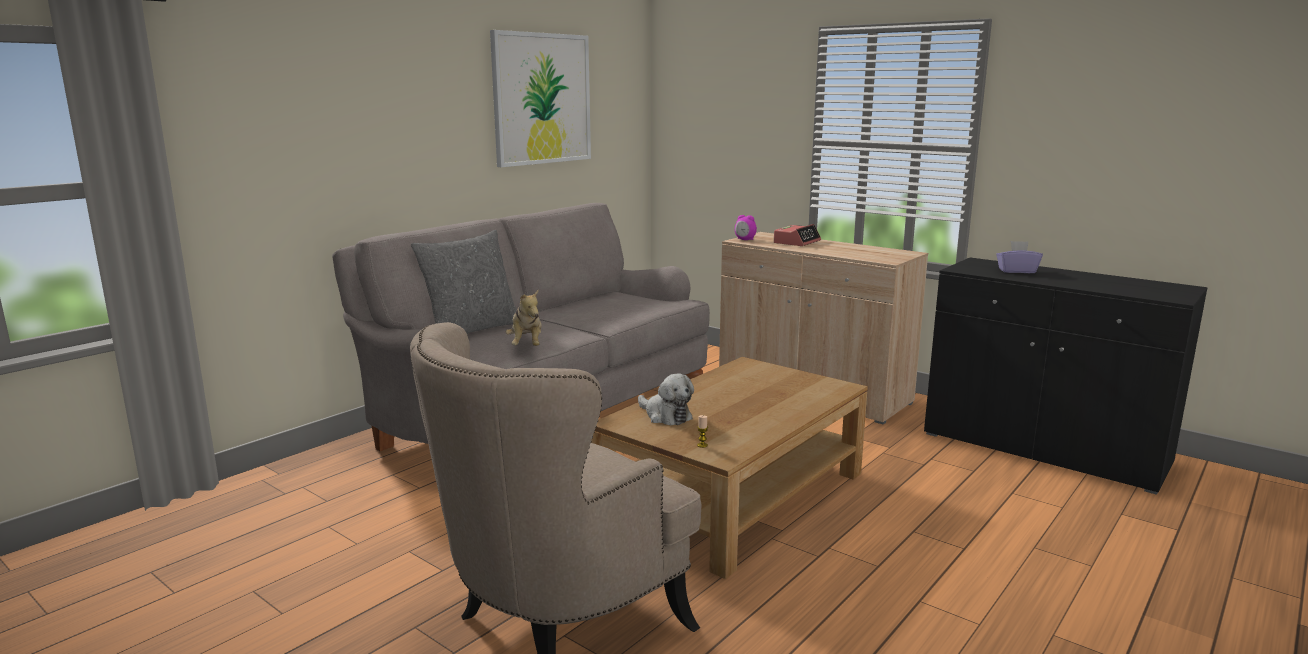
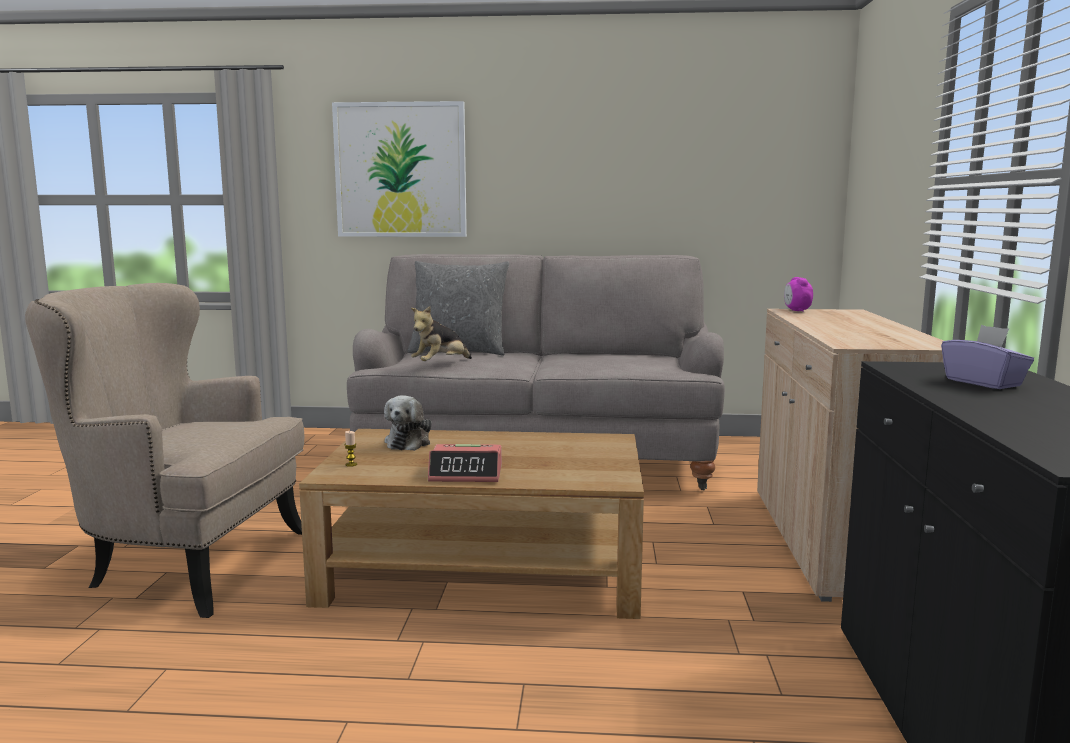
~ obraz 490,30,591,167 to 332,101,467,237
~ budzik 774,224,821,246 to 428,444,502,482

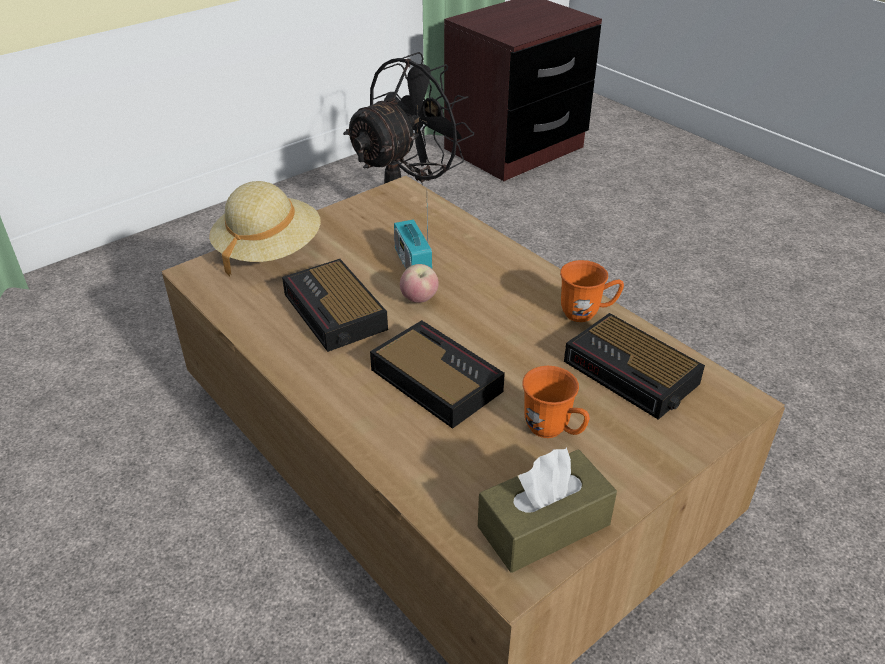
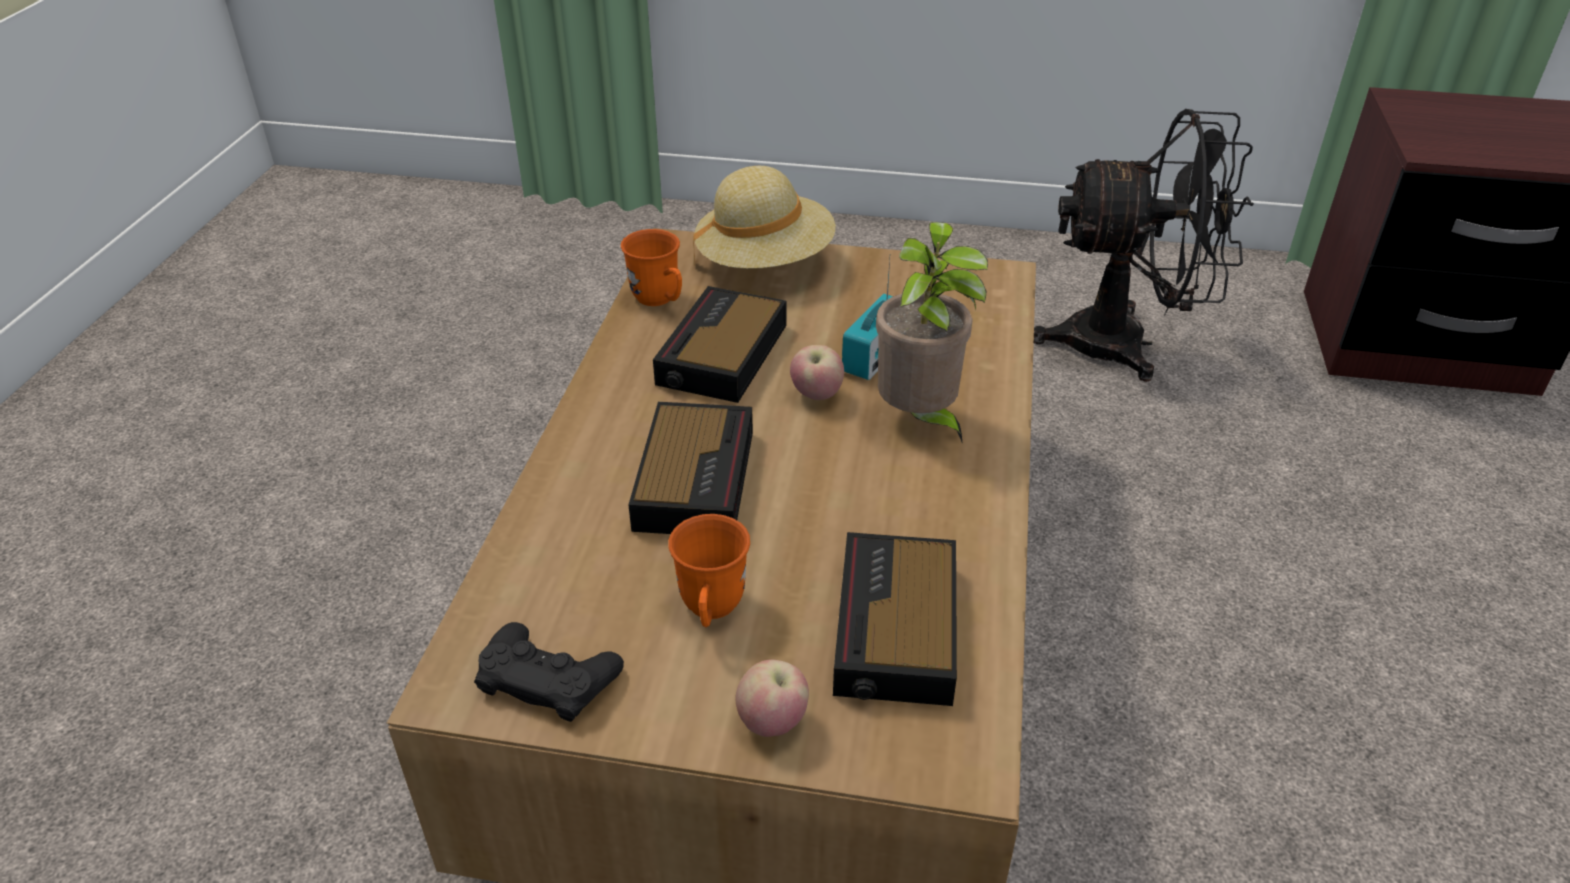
~ kubek (pomarańczowy) 560,260,624,322 to 621,229,682,306
~ pudełko chusteczek (brązowy) 478,447,617,573 to pad do gier (czarny) 474,622,624,722
+ roślina doniczkowa 876,222,988,444
+ jabłko 735,660,809,737

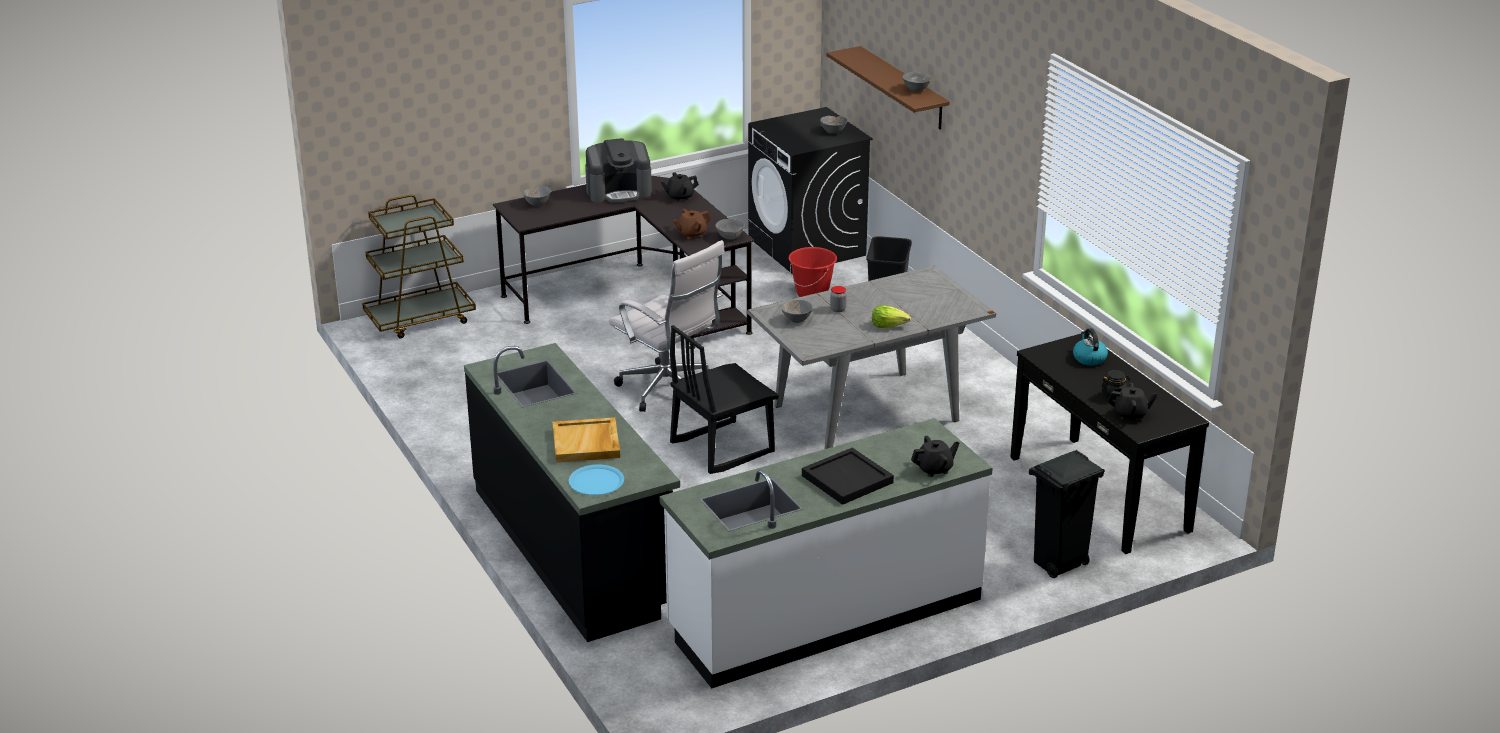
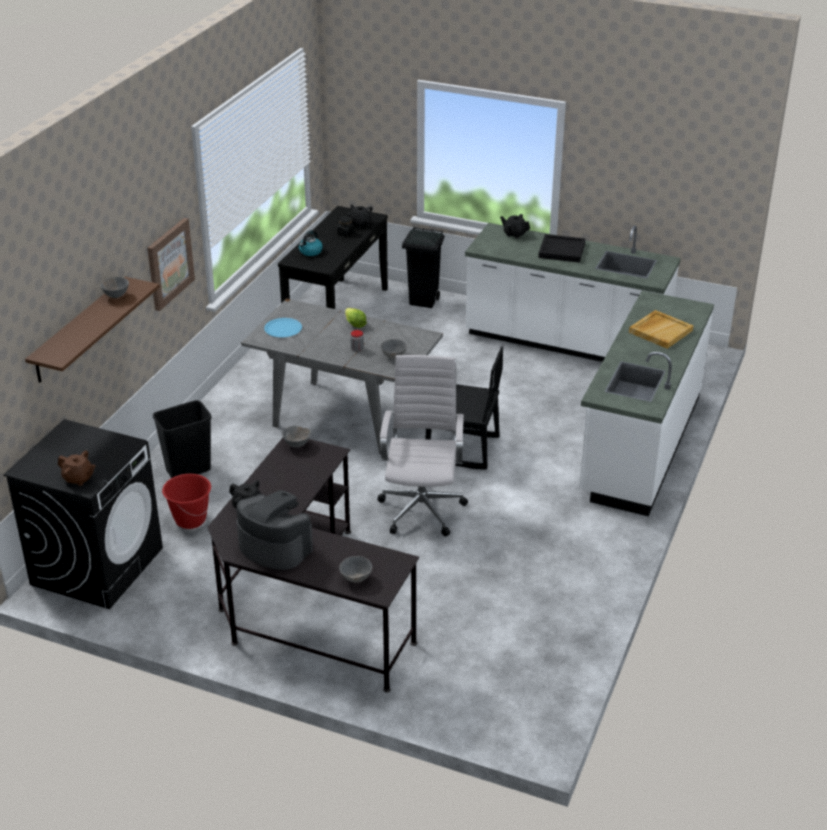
- miska (szary) 820,116,848,134
- wózek (brązowy) 362,195,476,338
~ imbryk (brązowy) 673,209,711,239 to 58,451,96,486
~ zabudowa kuchenna (czarny) 464,343,680,642 to zabudowa kuchenna (biały) 579,291,714,517
~ talerz (niebieski) 569,465,624,495 to 264,318,302,337
+ obraz 147,218,195,311

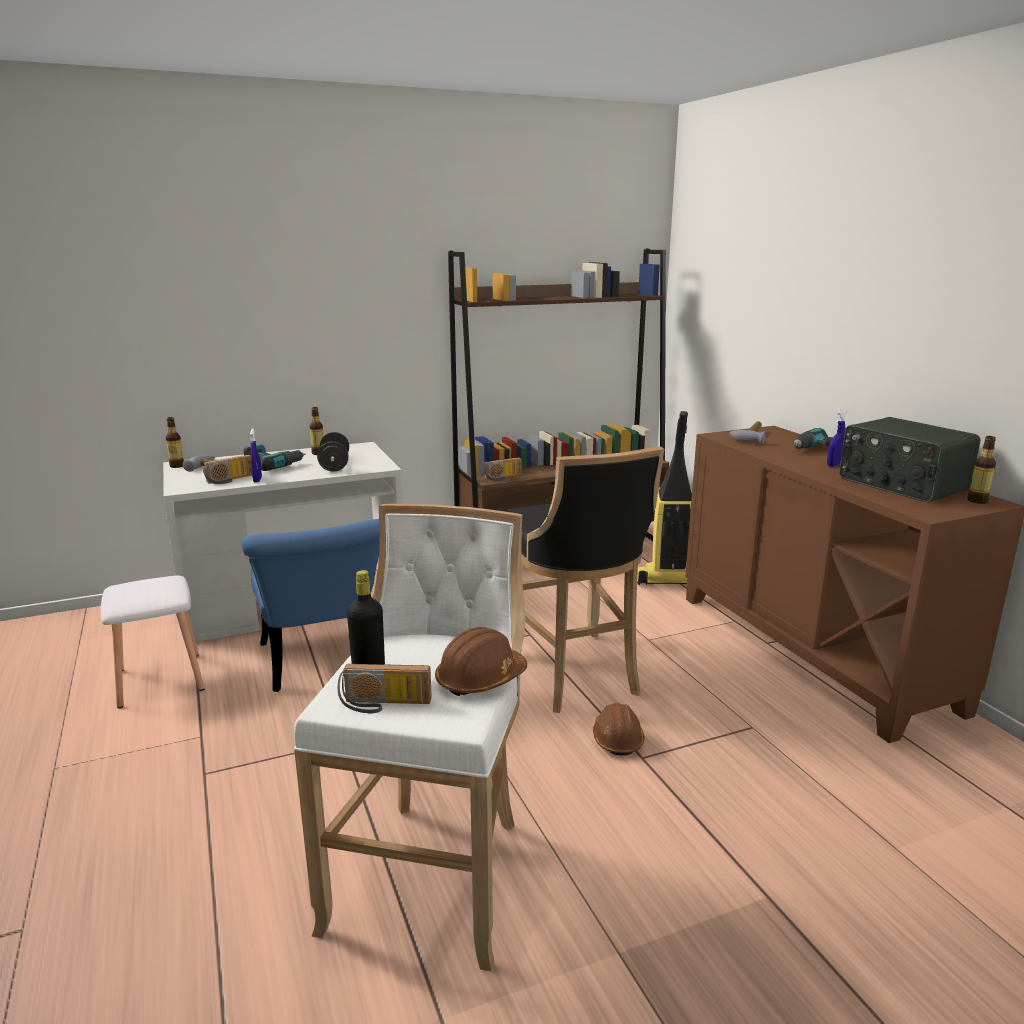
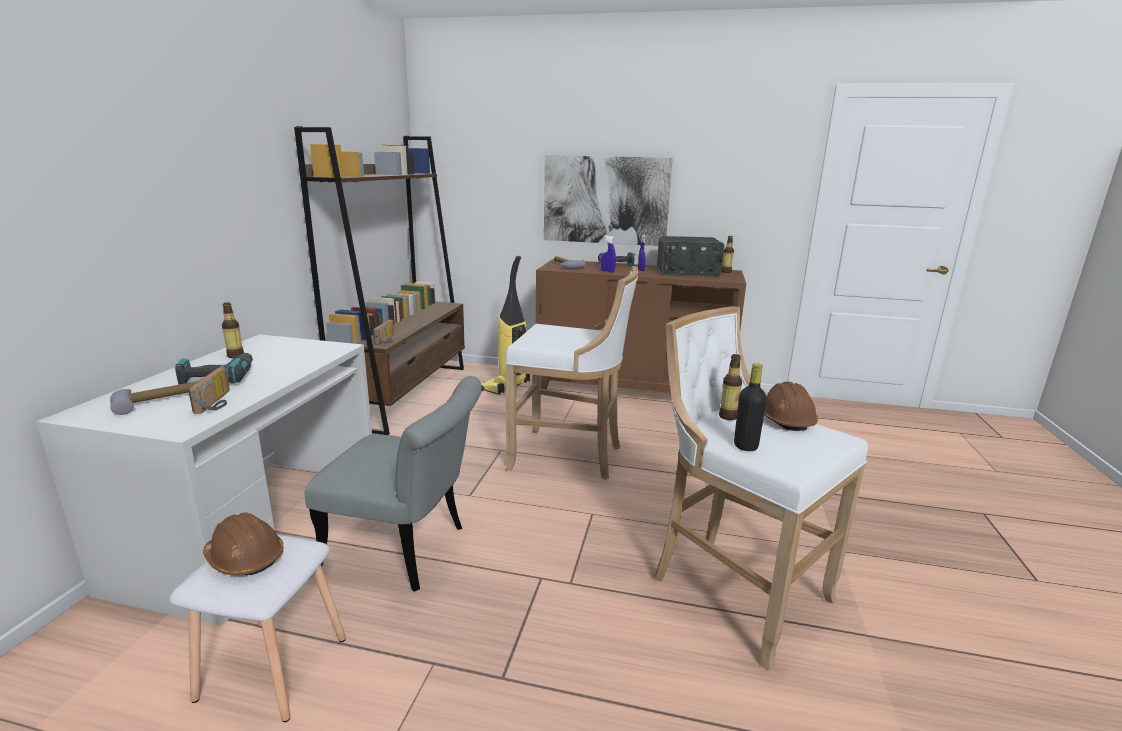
~ butelka 166,417,184,468 to 719,354,742,420
~ spryskiwacz (niebieski) 250,428,262,482 to 601,235,616,272
- hantel (czarny) 317,432,349,472
~ stołek (czarny) 500,446,665,713 to stołek (biały) 505,266,638,480
~ krzesło (niebieski) 241,519,380,692 to krzesło (szary) 305,376,482,592
- radio 337,664,432,713
~ kask (brązowy) 593,703,645,756 to 203,513,283,576
+ obraz 544,155,673,246

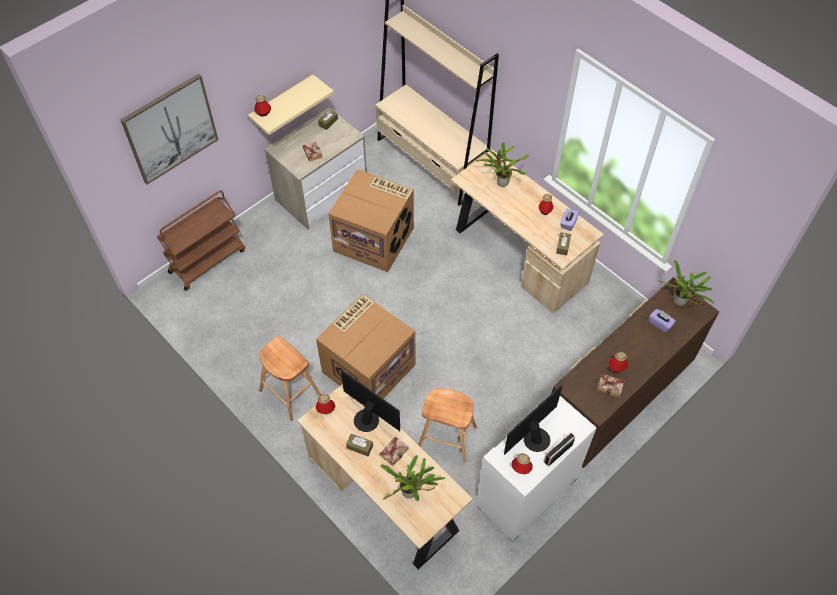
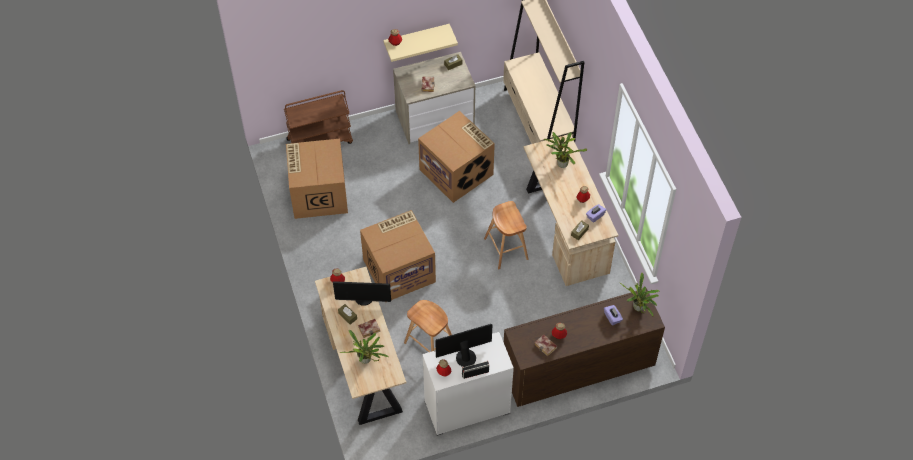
- obraz 121,74,218,184
~ stołek (brązowy) 259,336,321,421 to 484,201,529,269
~ monitor 341,371,400,432 = 333,281,391,306 120 degrees clockwise
+ karton 286,139,348,219

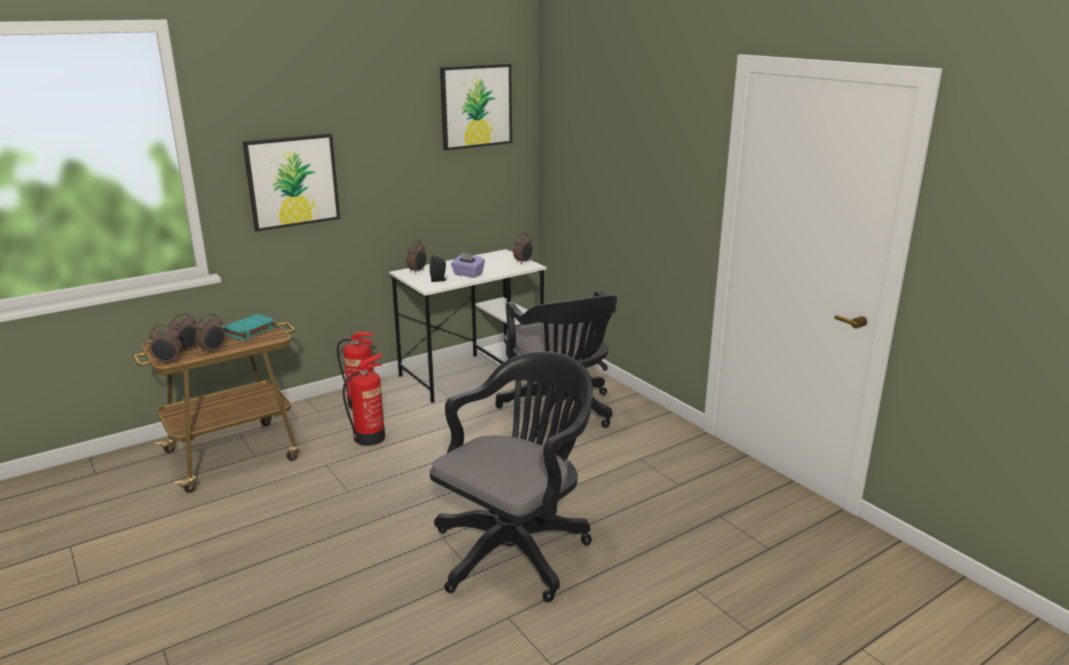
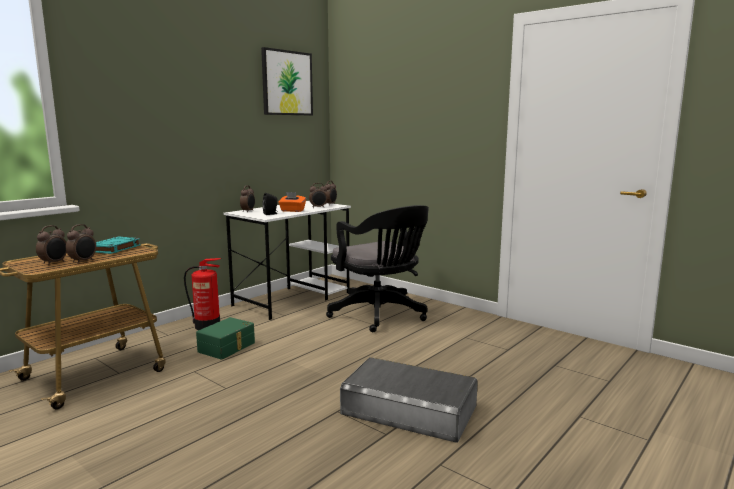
- obraz 242,133,340,232
~ pudełko chusteczek (fioletowy) 451,252,485,278 to pudełko chusteczek (pomarańczowy) 278,192,306,212
~ budzik 149,325,182,364 to 309,183,327,208
~ krzesło biurowe (czarny) 430,351,593,603 to pojemnik do przechowywania (szary) 340,357,478,442
~ gaśnica 342,354,385,446 to pojemnik do przechowywania (zielony) 196,317,255,360

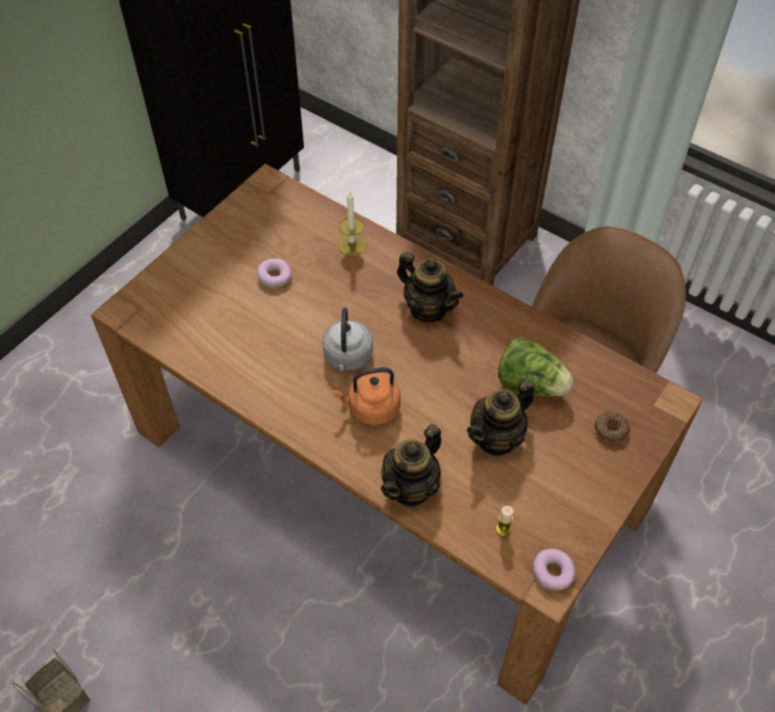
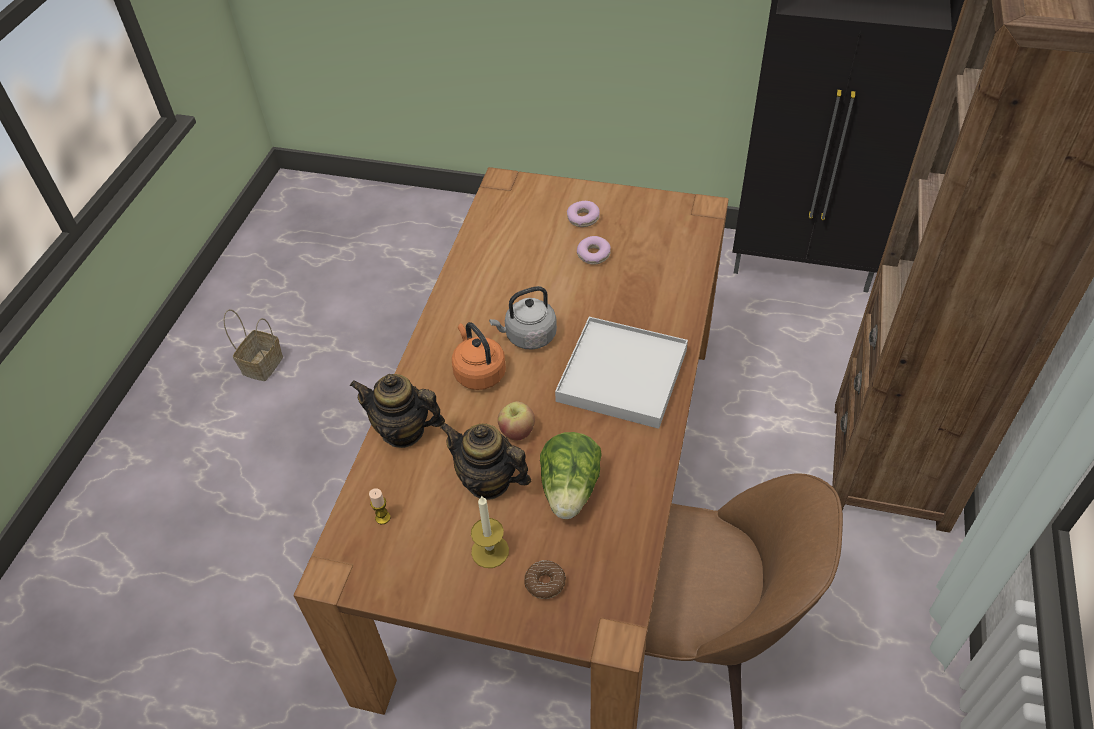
~ świeca 338,191,366,256 to 471,495,509,568
~ imbryk 397,251,463,322 to taca (biały) 555,317,688,429
~ donut 533,549,575,590 to 567,201,600,227
+ jabłko 498,401,535,441

